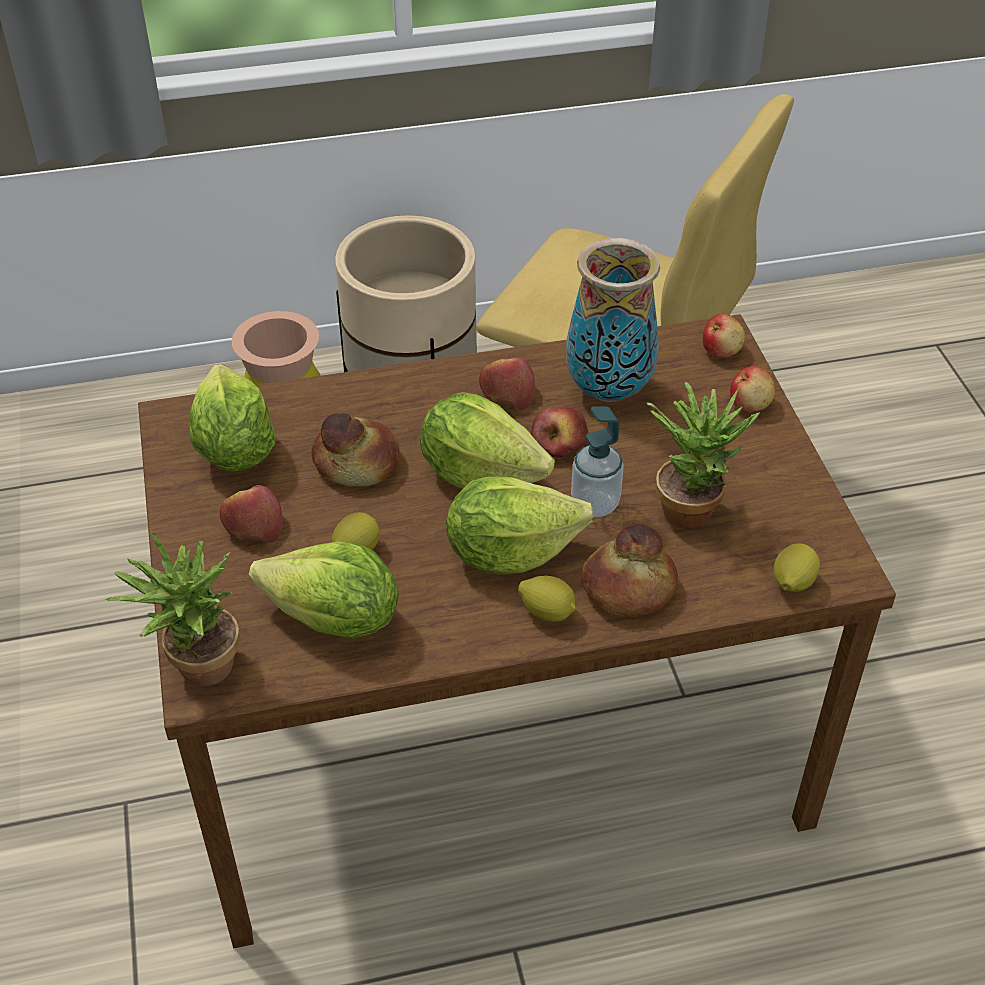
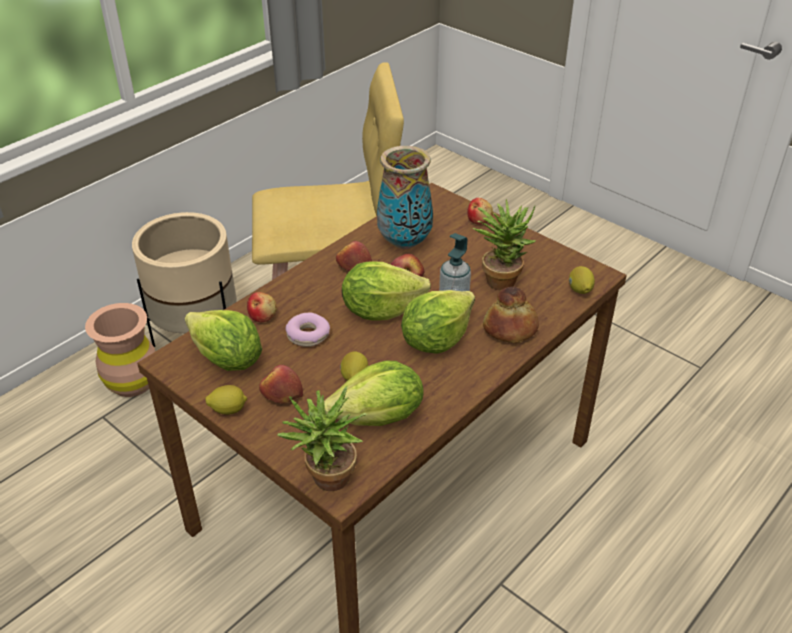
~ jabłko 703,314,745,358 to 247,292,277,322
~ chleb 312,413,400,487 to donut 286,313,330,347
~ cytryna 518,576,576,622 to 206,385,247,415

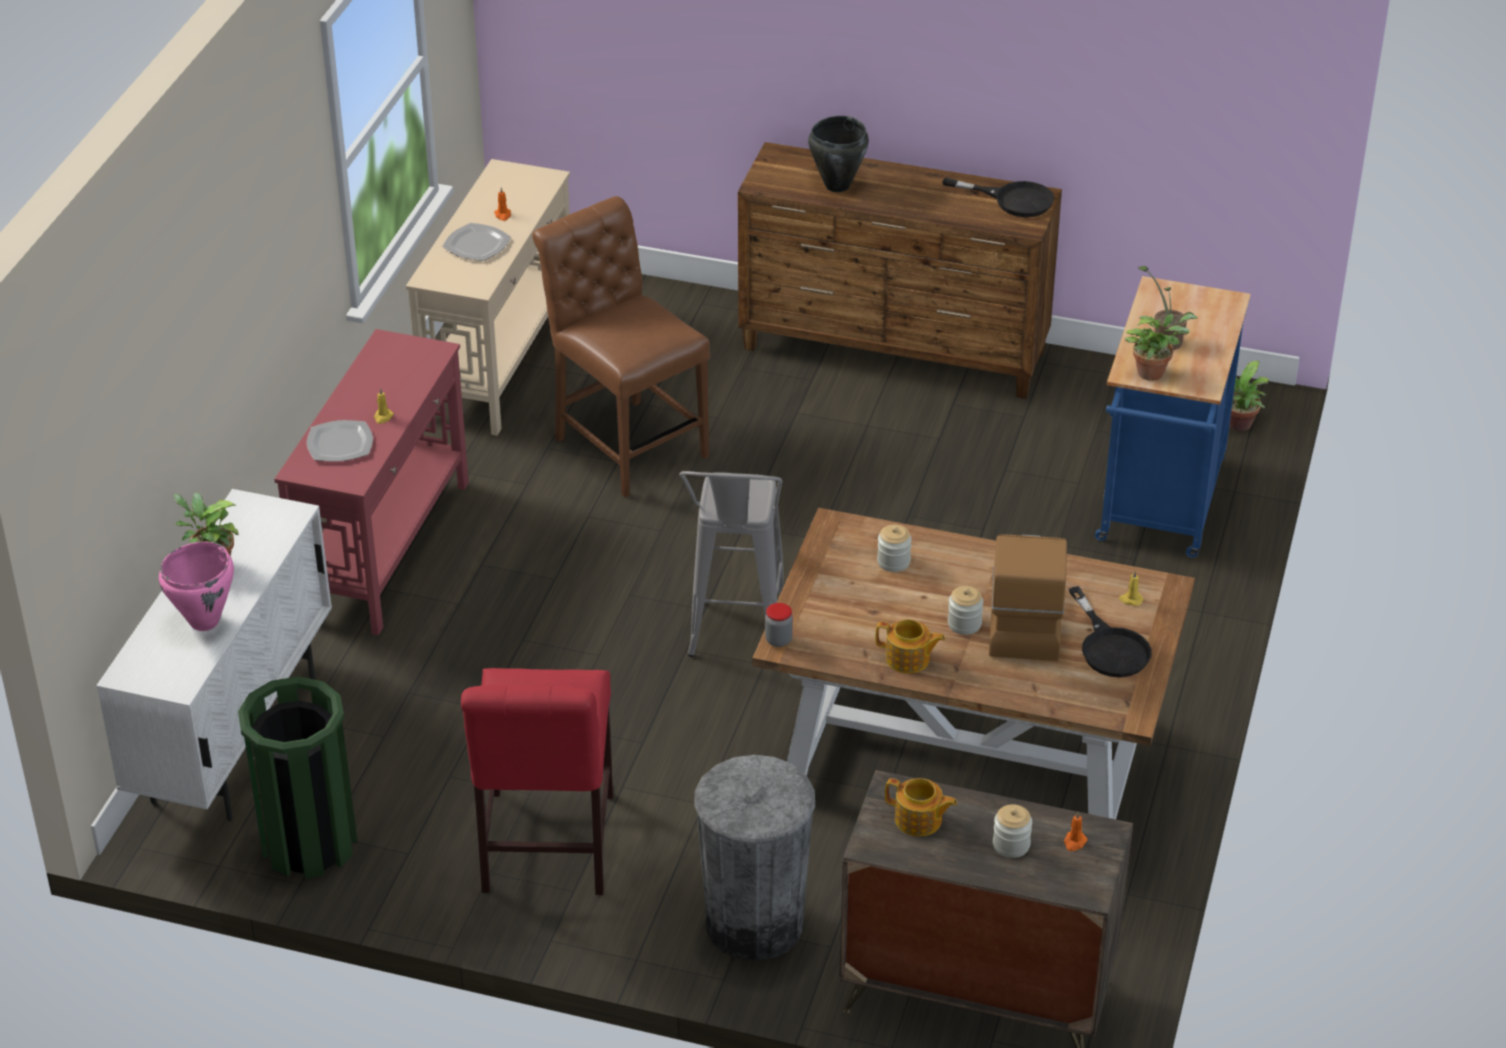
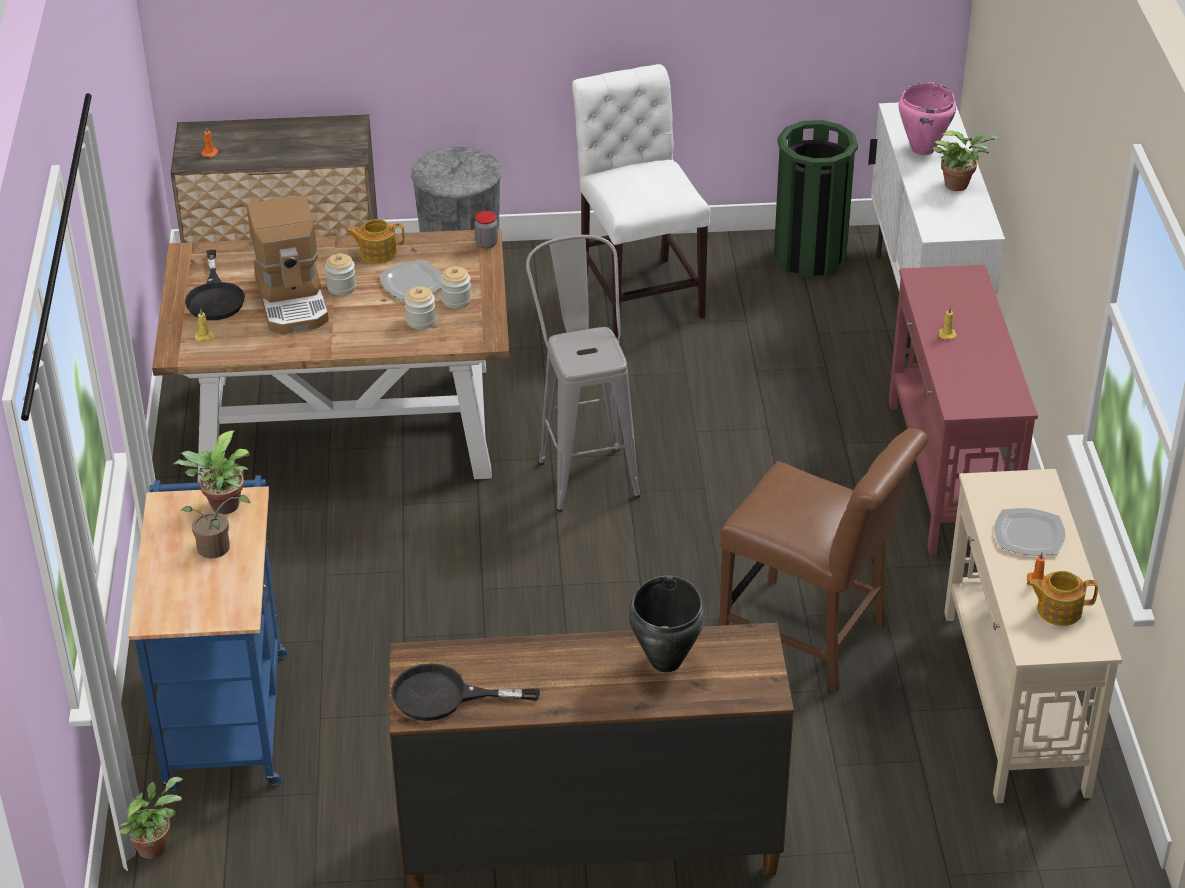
~ talerz 307,420,373,462 to 379,260,442,300
~ patelnia (czarny) 1069,586,1152,677 = 185,250,245,320 150 degrees counterclockwise
~ krzesło (czerwony) 461,668,613,895 to krzesło (biały) 572,64,710,337
~ imbryk 885,778,957,837 to 1026,571,1098,626
~ słoik 993,804,1032,858 to 440,266,471,309

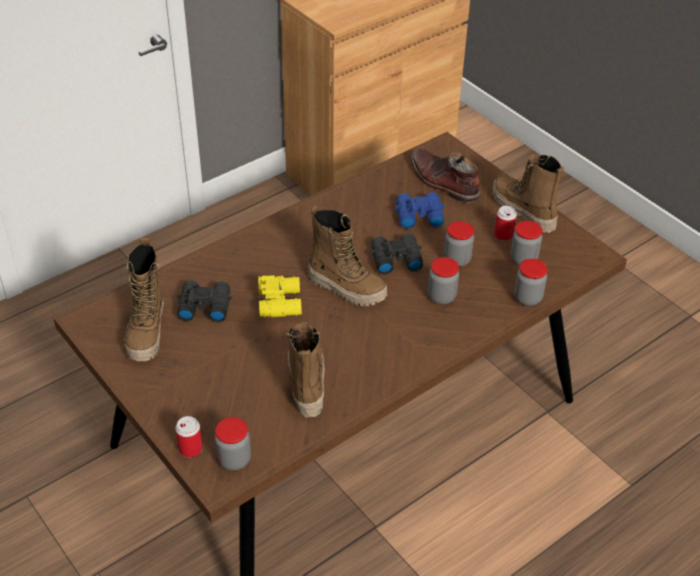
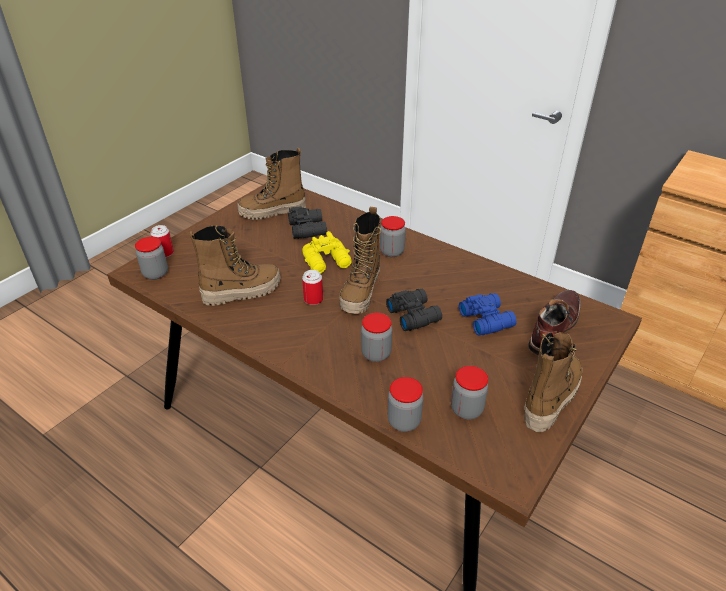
~ puszka 494,206,517,241 to 302,270,323,305
~ słoik 444,221,474,267 to 380,216,406,257

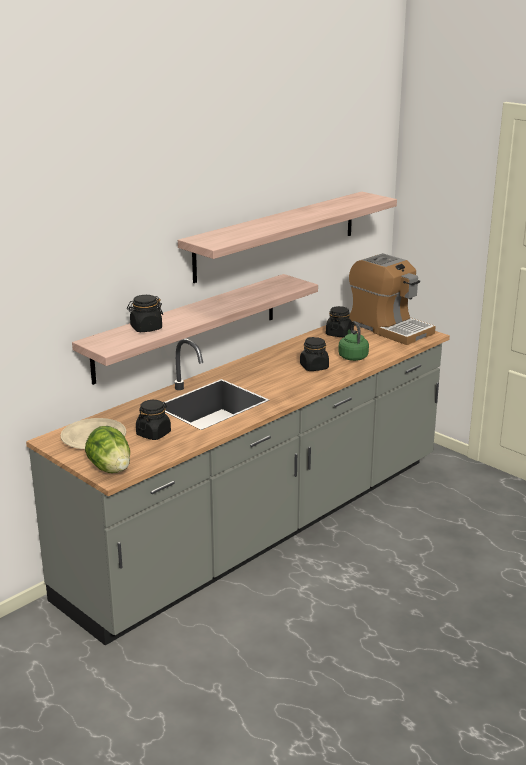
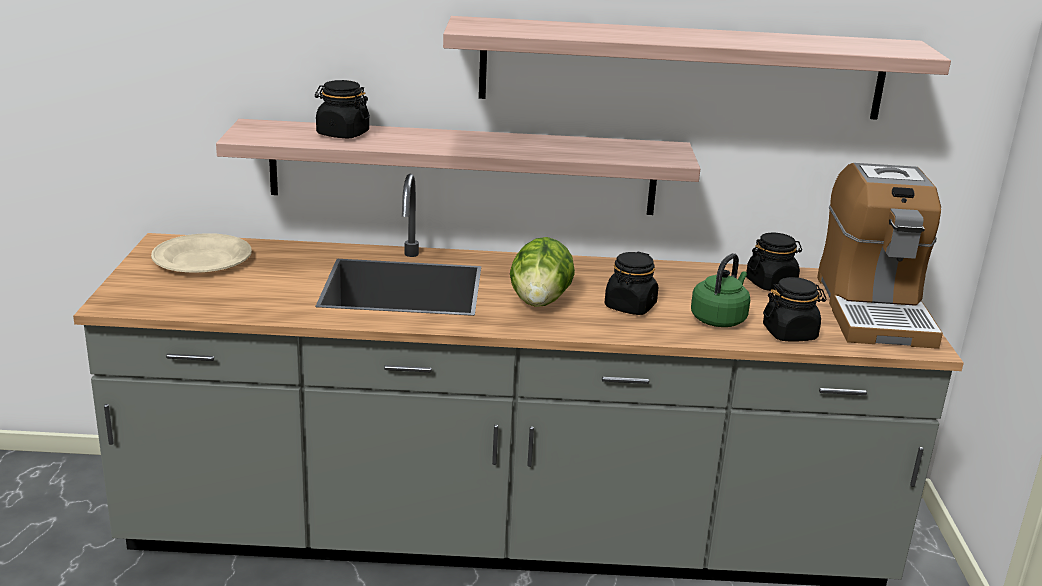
~ słoik (czarny) 136,400,171,440 to 763,277,827,342
~ sałata 85,426,130,473 to 510,237,575,307

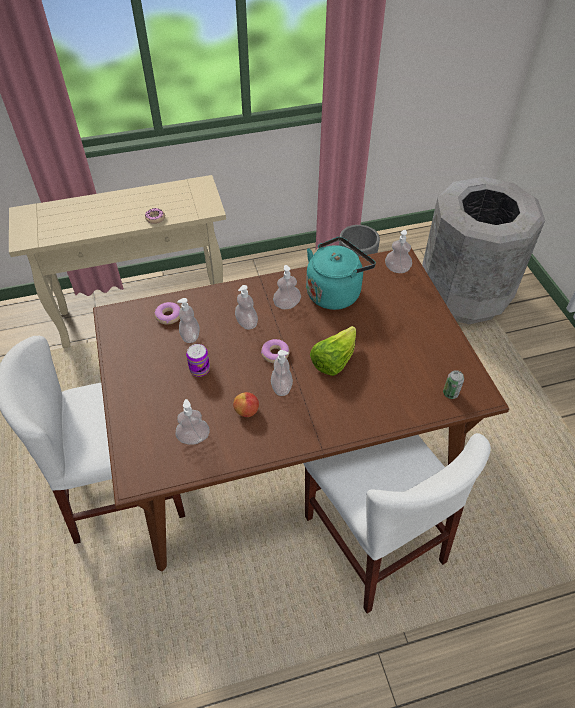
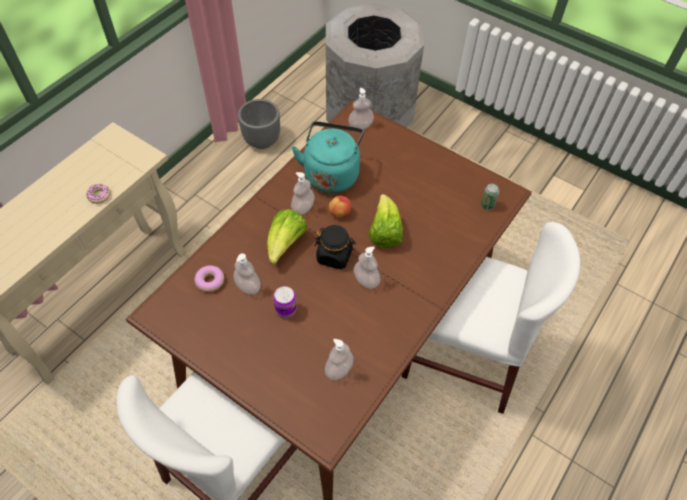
~ dozownik mydła 235,285,258,330 to sałata 267,209,307,264
~ donut 261,339,290,363 to słoik (czarny) 314,225,356,269
~ jabłko 233,392,259,417 to 329,195,352,218

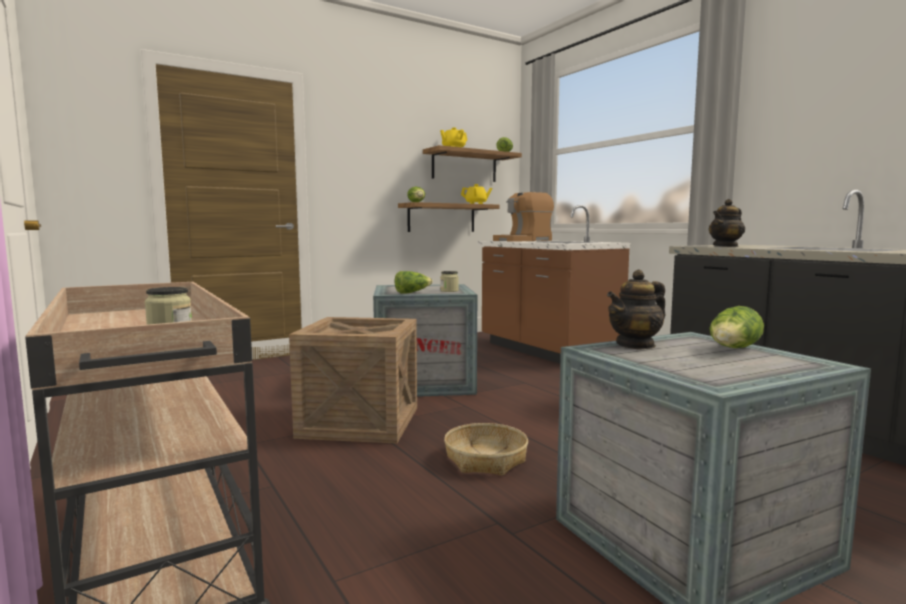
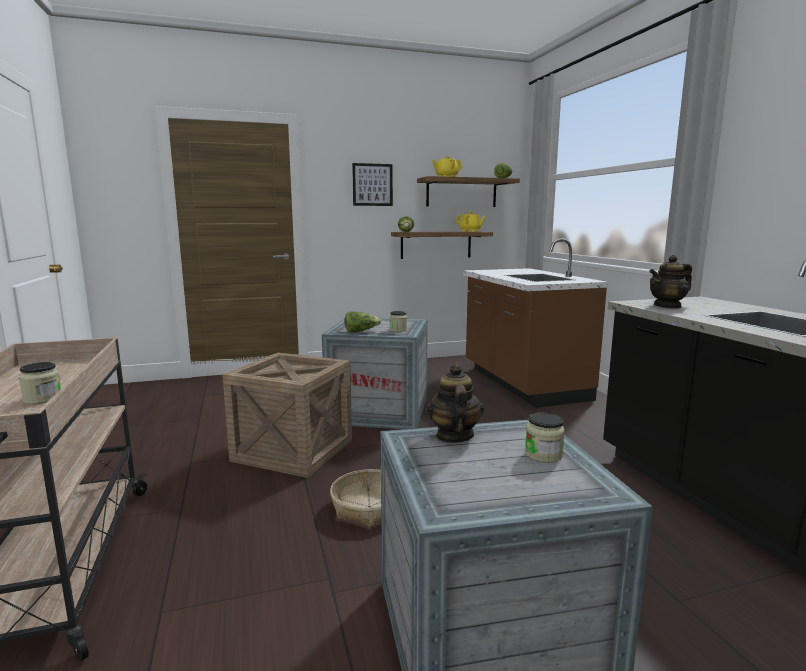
- ekspres do kawy 493,192,554,242
~ imbryk 607,270,665,349 = 427,363,484,443 105 degrees clockwise
~ sałata 709,306,764,348 to słoik 525,413,565,463
+ obraz 352,163,393,206

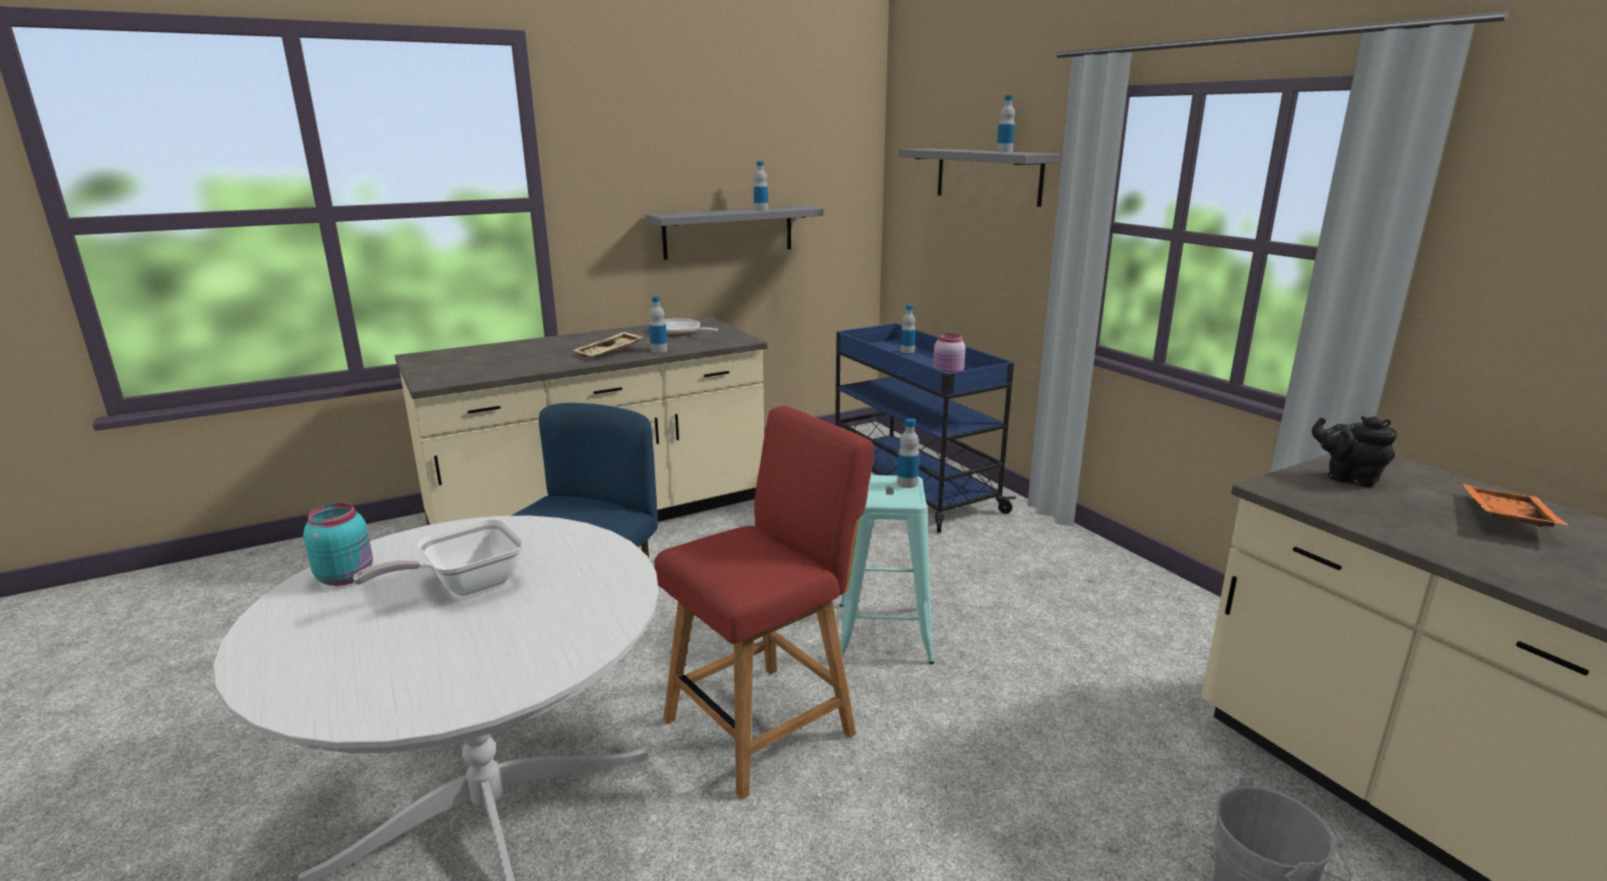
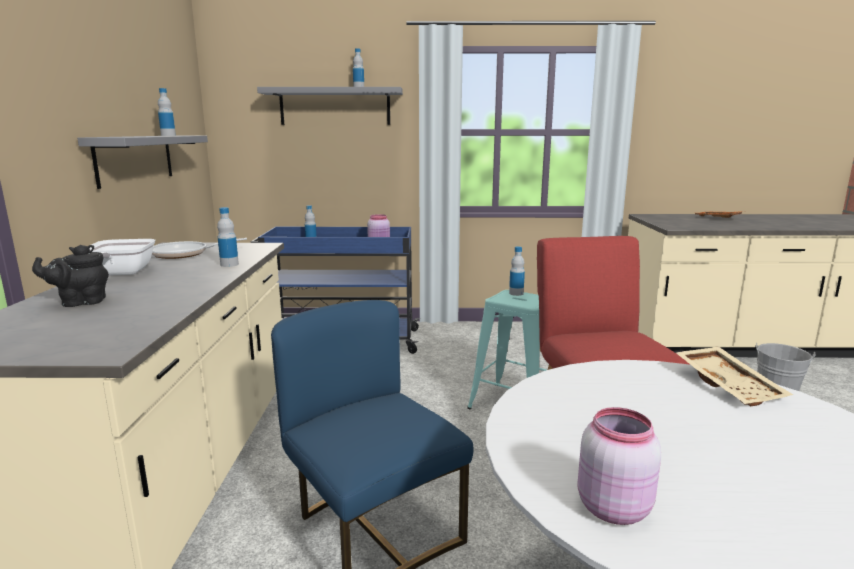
~ taca (beżowy) 573,332,643,357 to 676,347,793,406
~ imbryk (czarny) 1312,416,1397,487 to 32,245,109,307
~ słoik (turkusowy) 303,503,373,586 to słoik (różowy) 577,407,661,525
~ patelnia 353,519,524,596 to 90,239,155,276

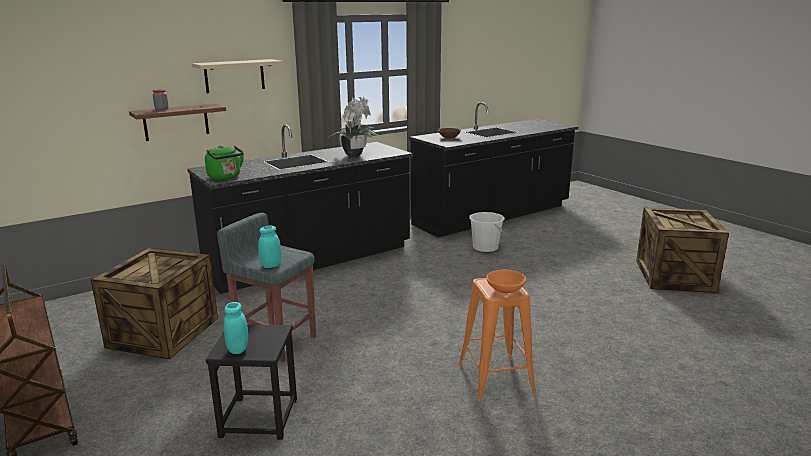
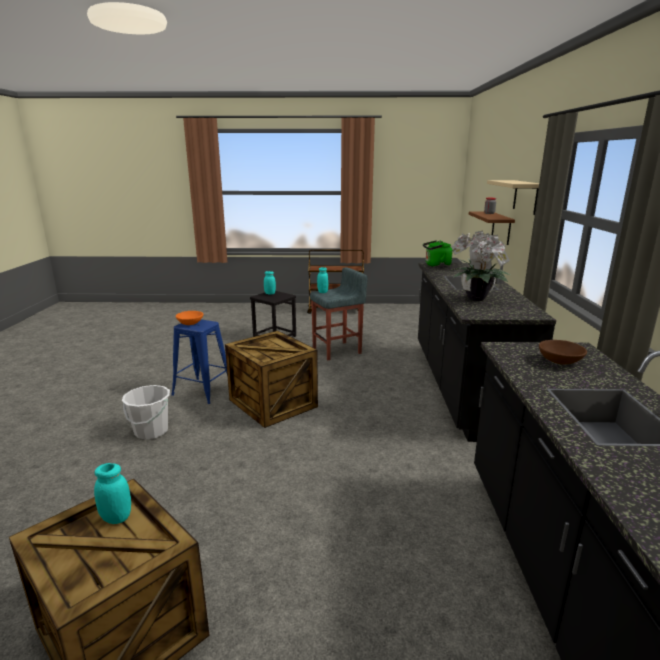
~ wiadro (biały) 469,212,504,252 to 122,385,170,440
~ skrzynka 90,248,218,359 to 225,331,318,428
~ stołek (pomarańczowy) 458,278,536,402 to stołek (niebieski) 171,319,227,404
+ słoik (turkusowy) 94,463,131,524

